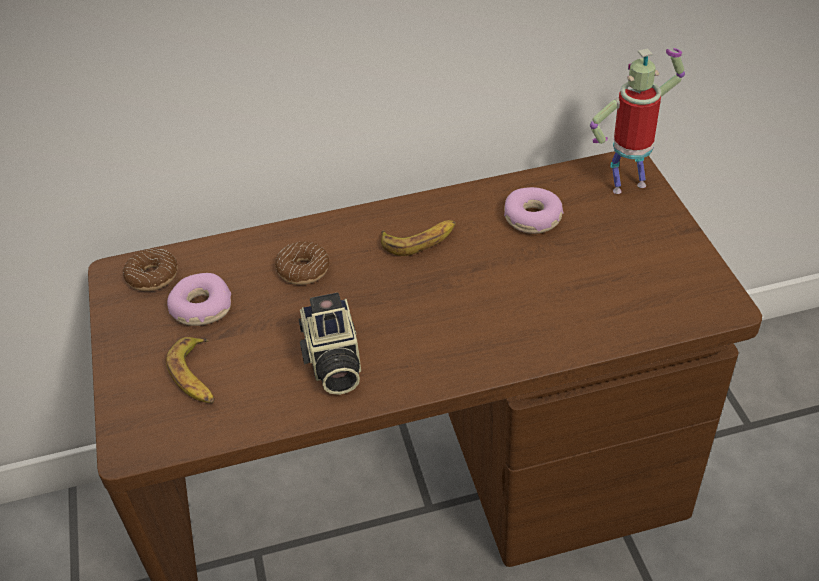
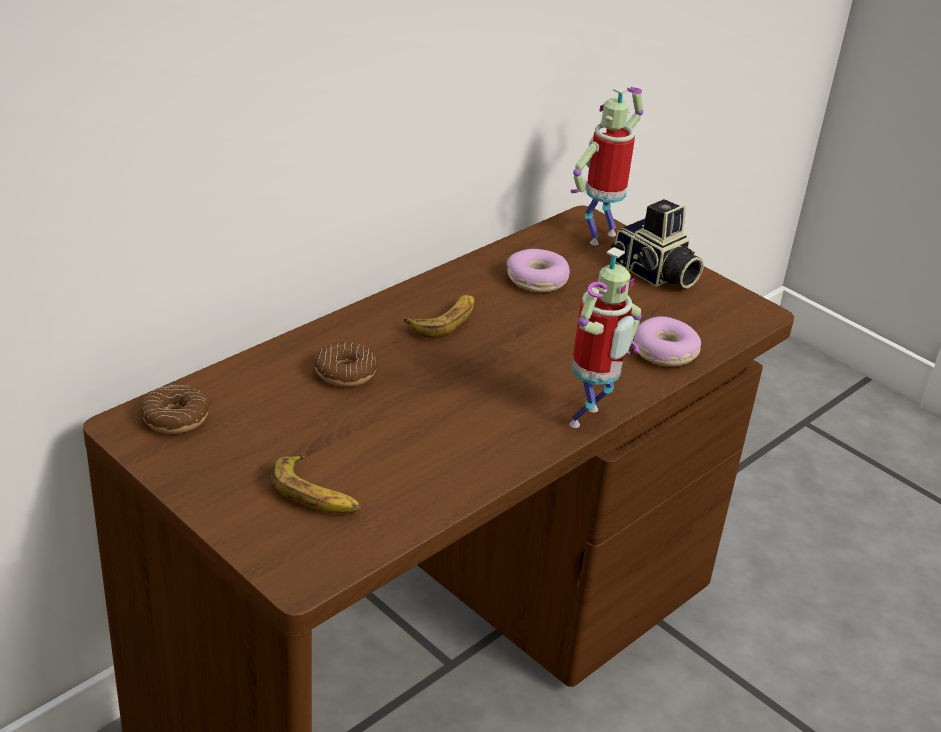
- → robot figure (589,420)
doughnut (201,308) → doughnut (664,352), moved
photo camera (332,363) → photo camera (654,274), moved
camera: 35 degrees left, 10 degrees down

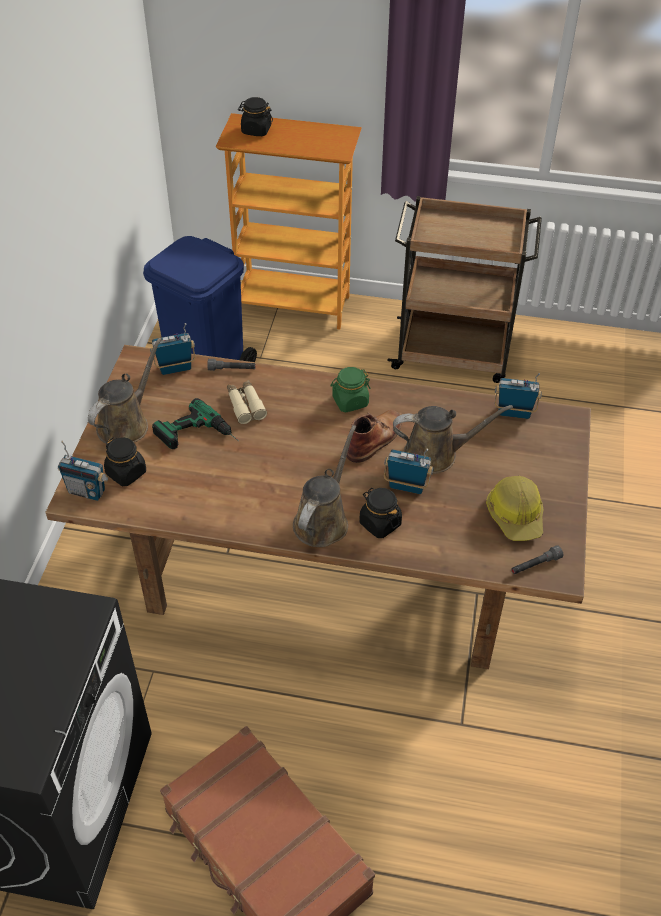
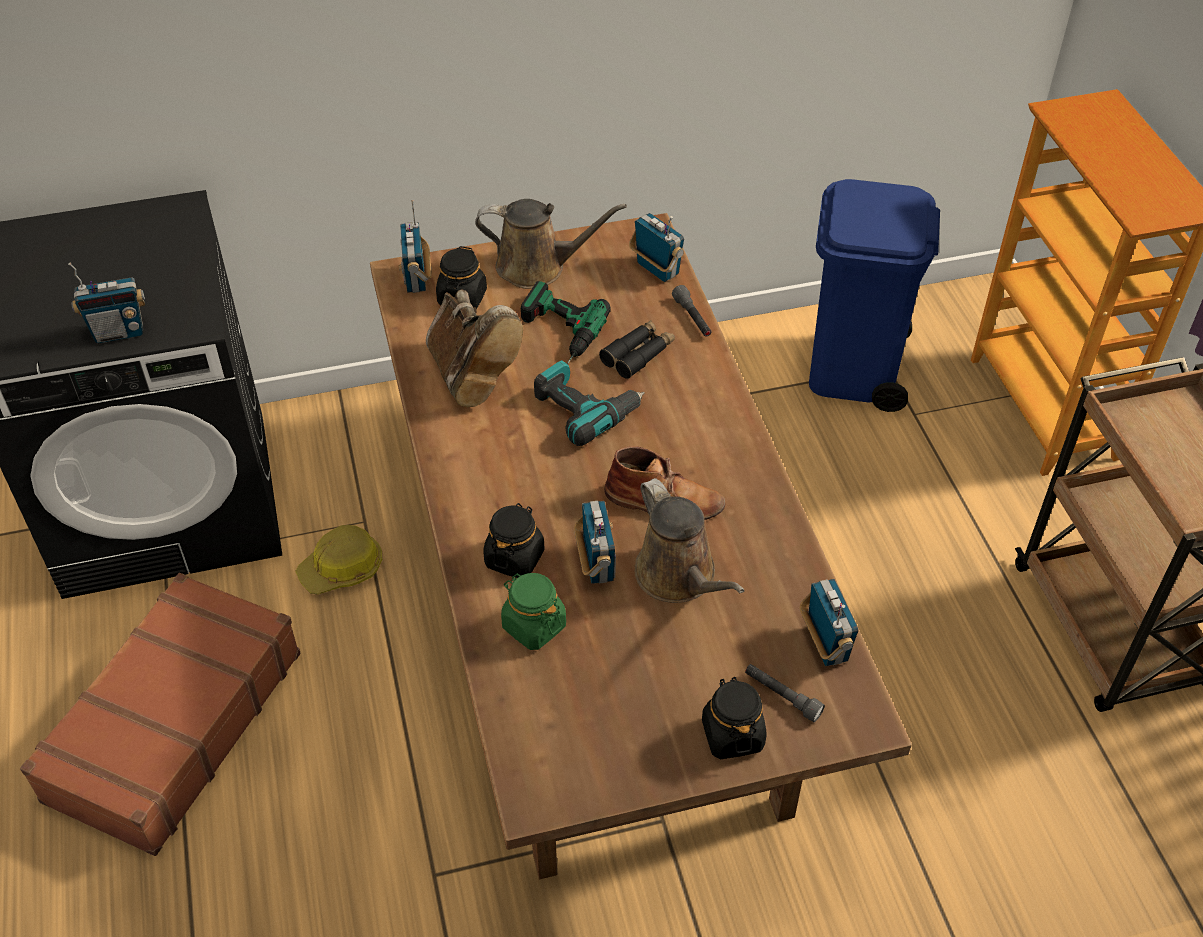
brown sprinkling can (323,520) → -
- → radio set (119,332)
- → brown boot (471,377)
- → power drill (585,409)
black preserve jar (256,130) → black preserve jar (732,735), moved
greenish preserve jar (350,401) → greenish preserve jar (533,626), moved
hard hat (515,515) → hard hat (342,569), moved
grey torch (535,565) → grey torch (782,696), moved
sand-coloured pair of binoculars (245,405) → black pair of binoculars (638,354)
camera: 65 degrees right, 0 degrees up

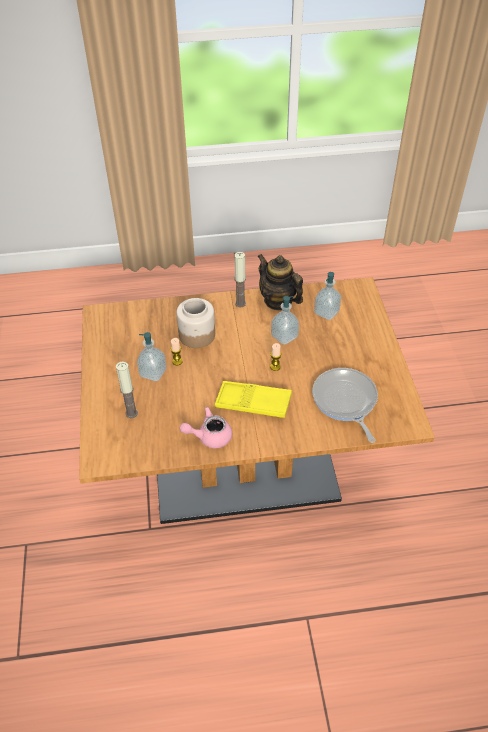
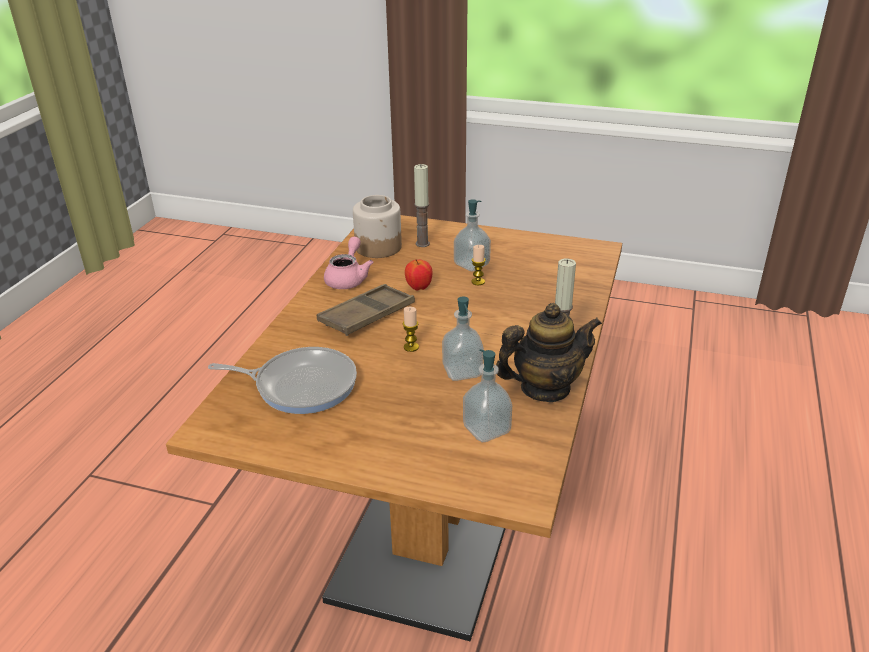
- → apple fruit (419,287)
preserve jar (196,335) → preserve jar (379,247), moved
yellowish carrying tray (253,403) → brown carrying tray (367,315)
camera: 115 degrees right, 15 degrees down

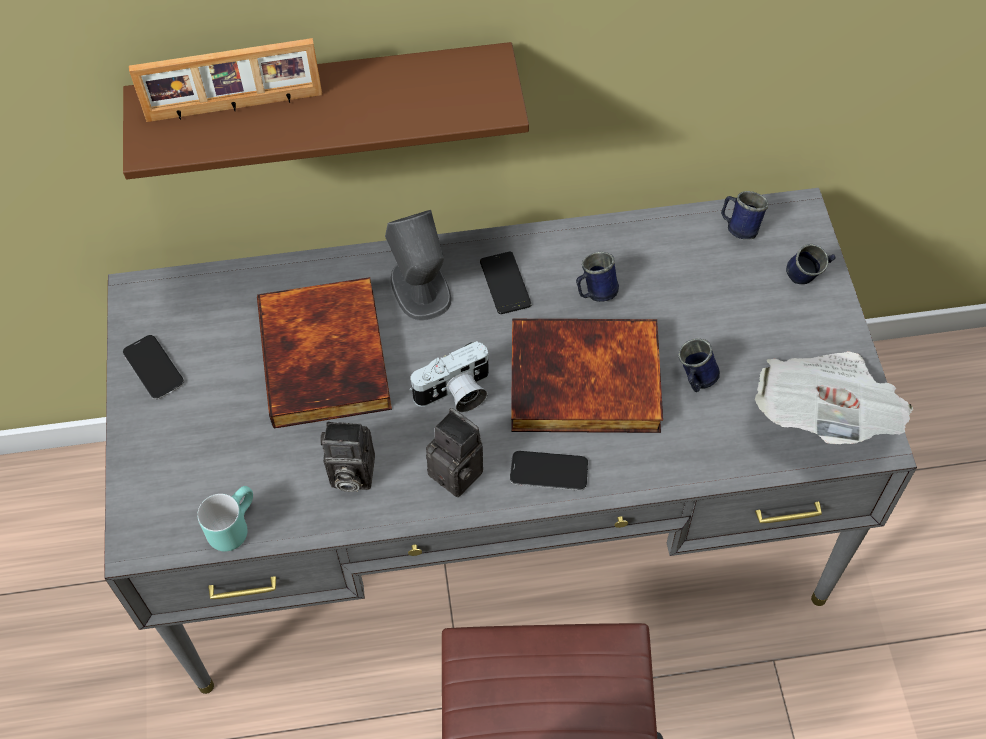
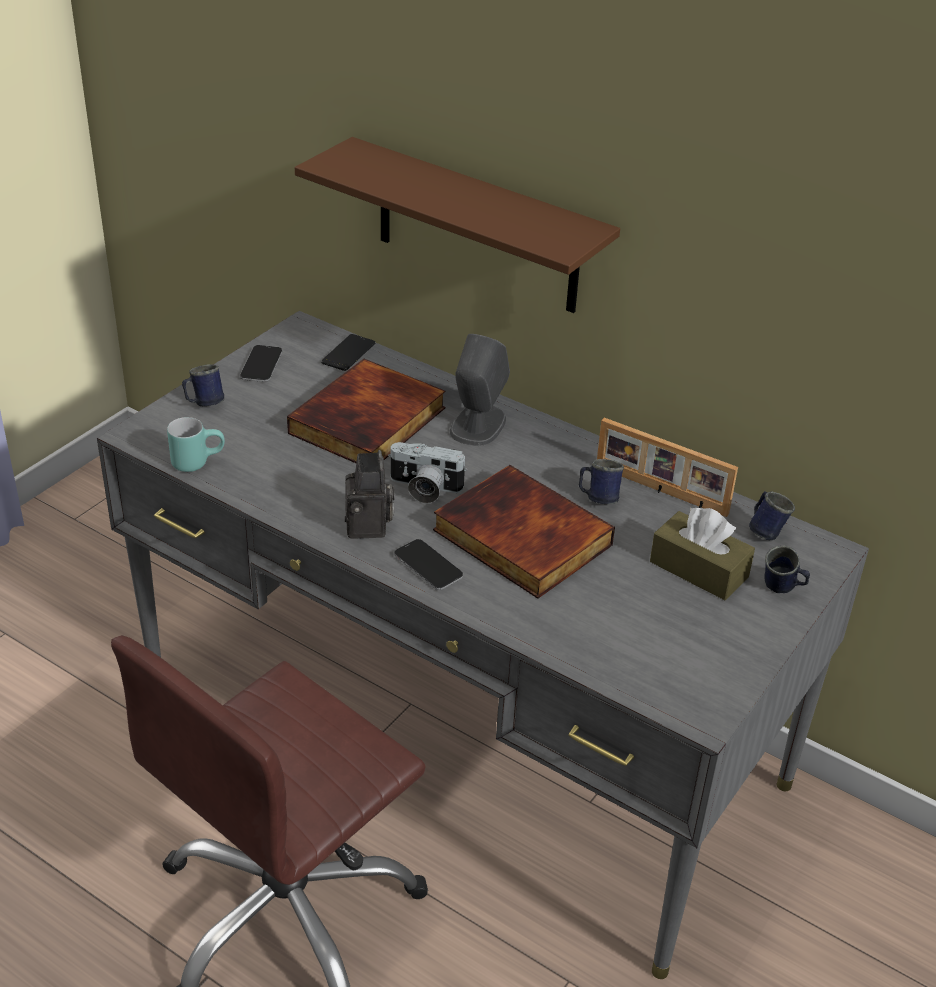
photo camera (349,474) → -
newspaper (824,415) → -
- → brown tissue box (699,569)
standing frame (235,107) → standing frame (660,491), moved
handset (505,283) → handset (348,353), moved
blue-coloured tea mug (695,381) → blue-coloured tea mug (204,403), moved
camera: 40 degrees right, 20 degrees down

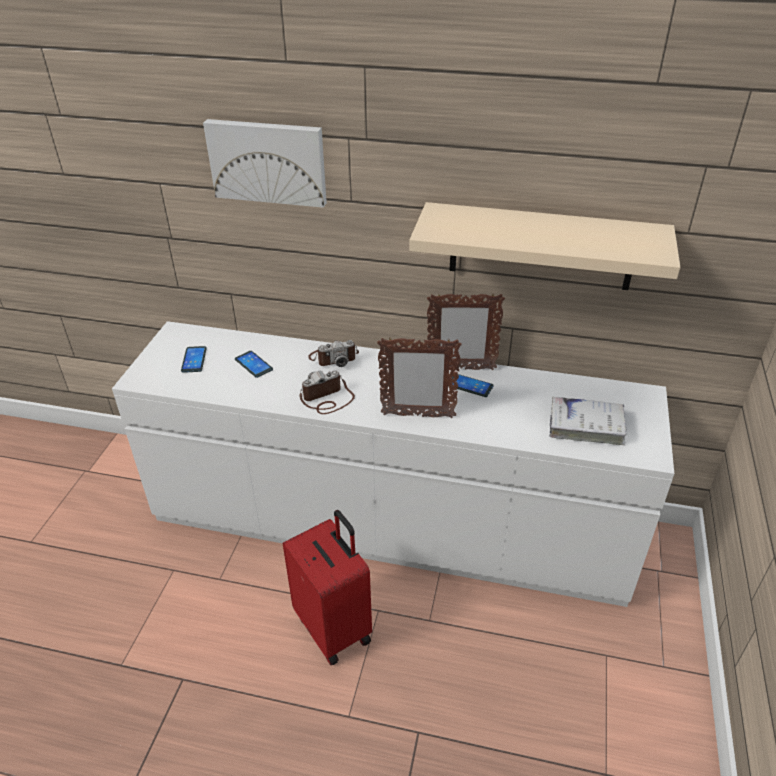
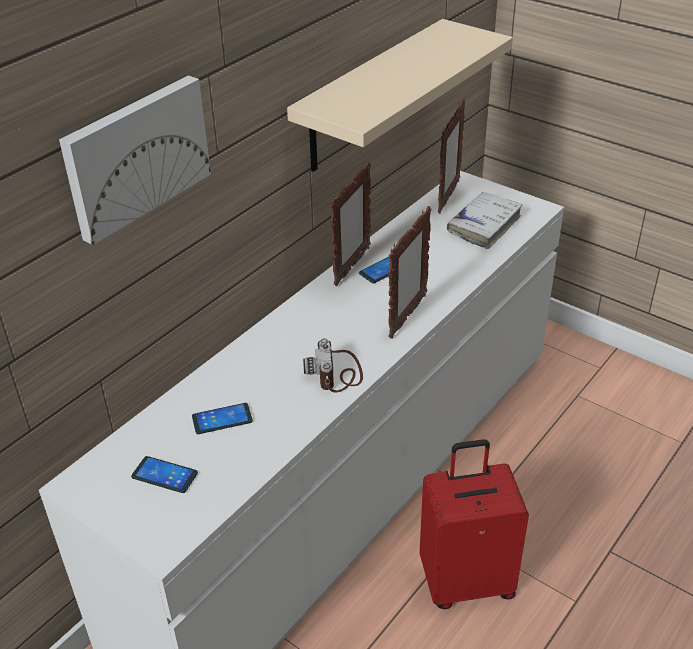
photo camera (334,358) → -
- → standing frame (448,197)
camera: 65 degrees left, 0 degrees up

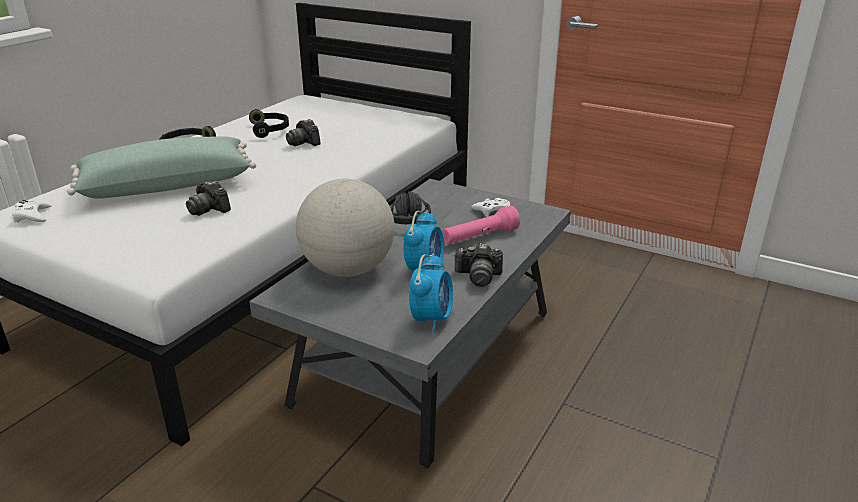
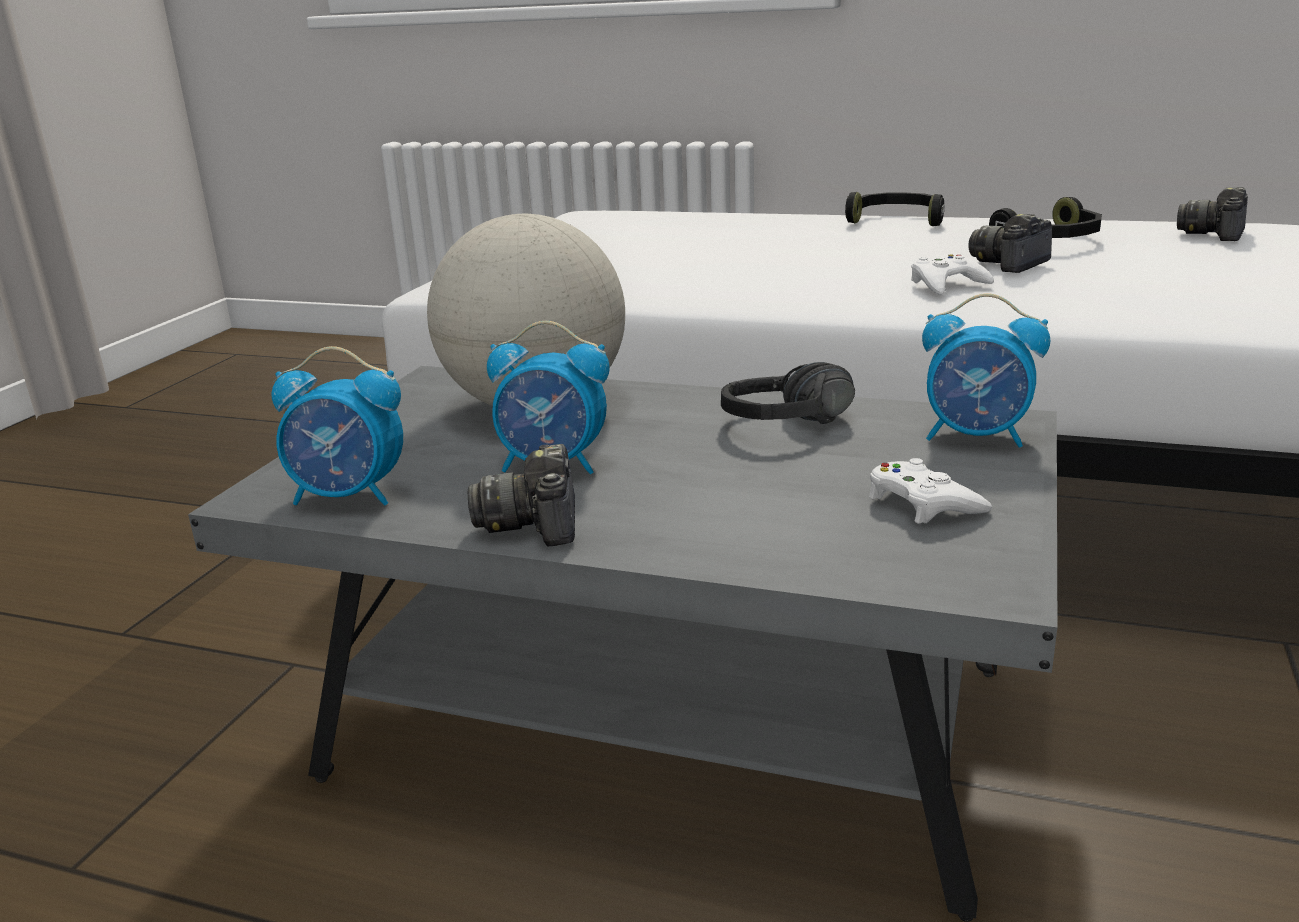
greenish pillow (167,185) → -
pinkish torch (479,237) → -
- → alarm clock (976,437)
whitish game controller (32,216) → whitish game controller (947,284), moved
photo camera (209,209) → photo camera (1215,234), moved
camera: 80 degrees right, 5 degrees down

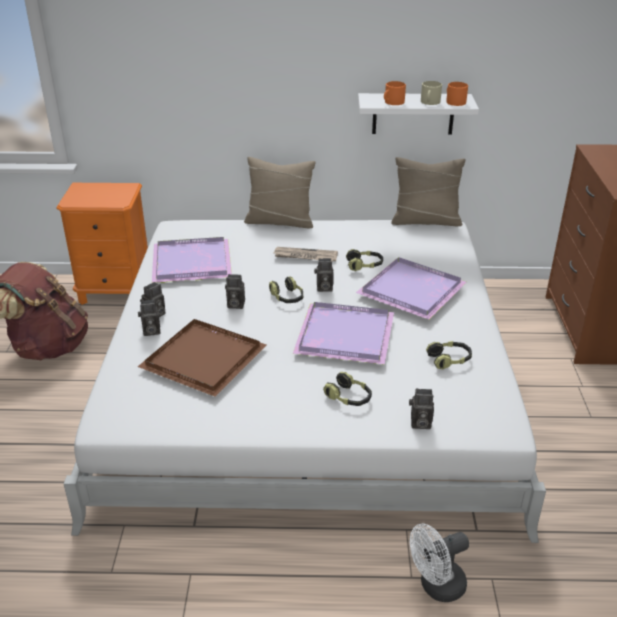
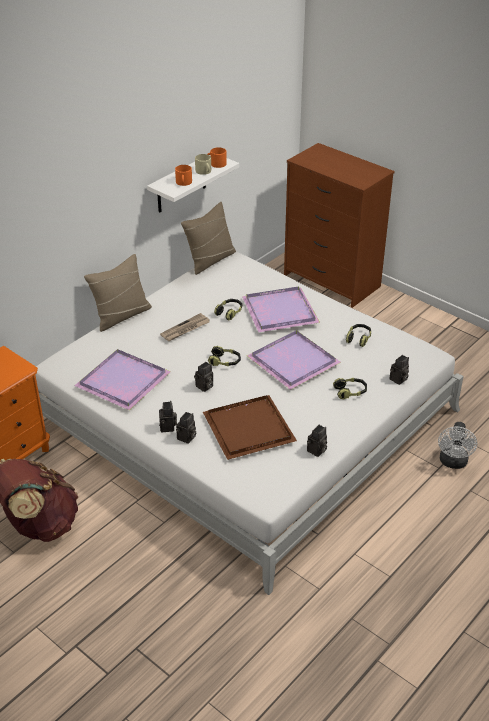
photo camera (323,288) → photo camera (316,451), moved
camera: 50 degrees left, 5 degrees up

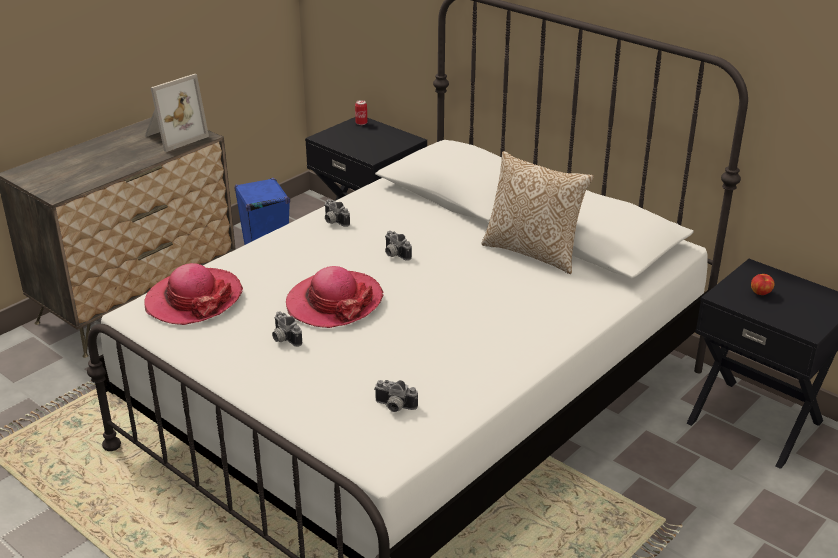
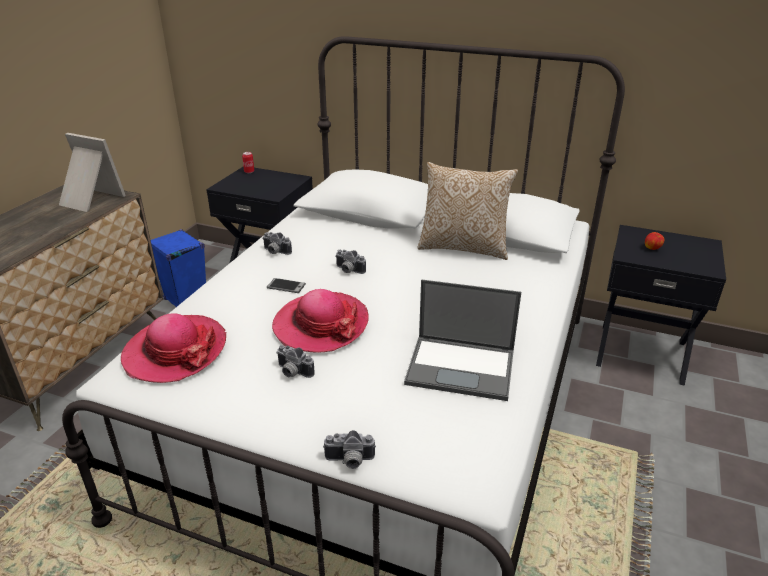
- → handset (286,286)
- → notebook computer (462,367)
photo camera (394,407) → photo camera (349,461), moved
standing frame (173,137) → standing frame (89,200), 90 degrees counterclockwise
camera: 20 degrees left, 0 degrees up

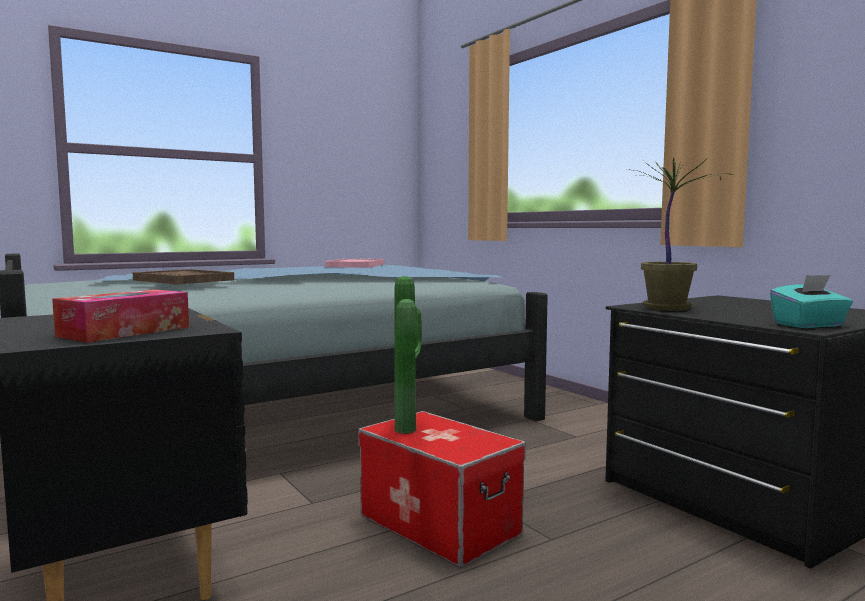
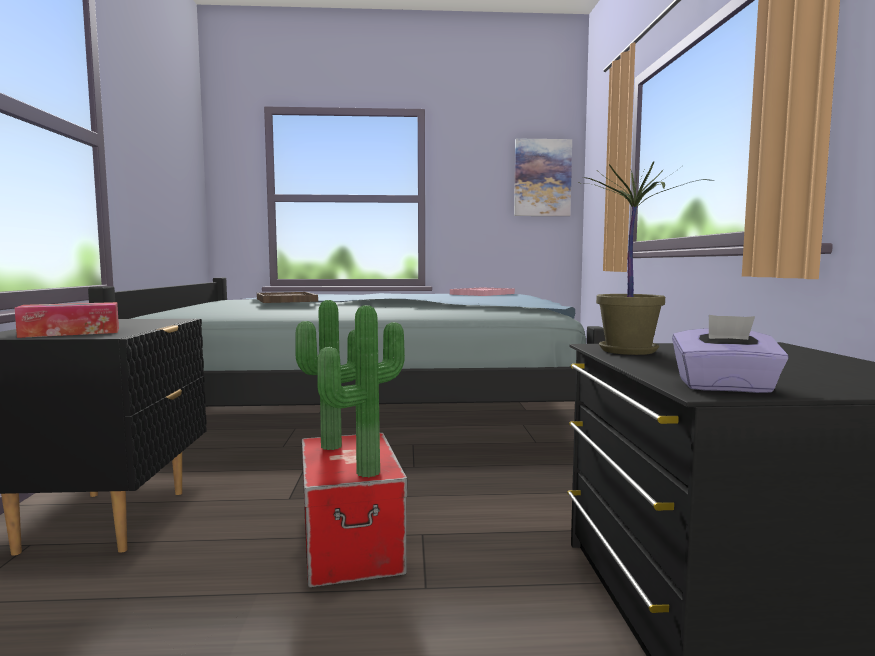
- → potted plant (364,472)
- → picture (542,178)
turquoise-coloured tissue box (809,325) → purple tissue box (725,387)
camera: 30 degrees right, 0 degrees up

